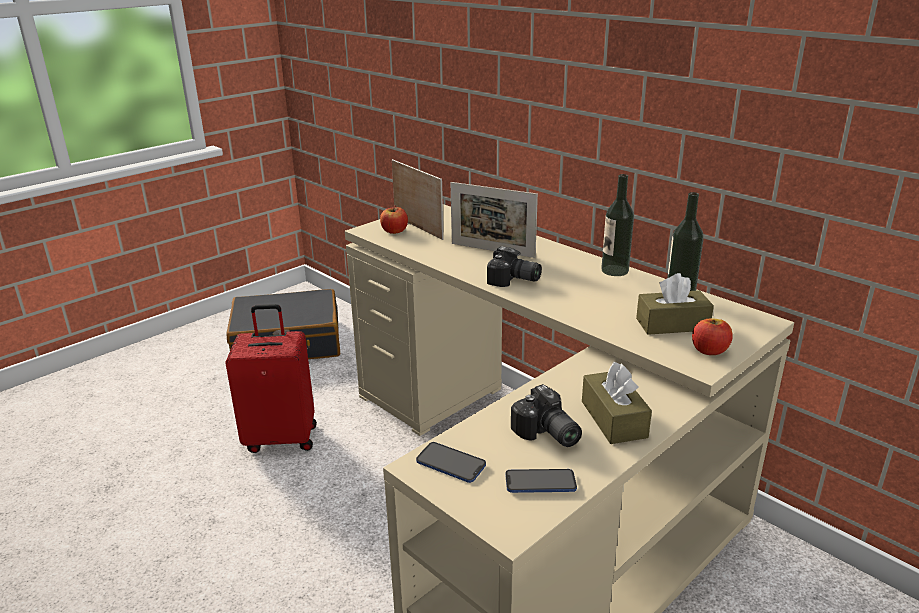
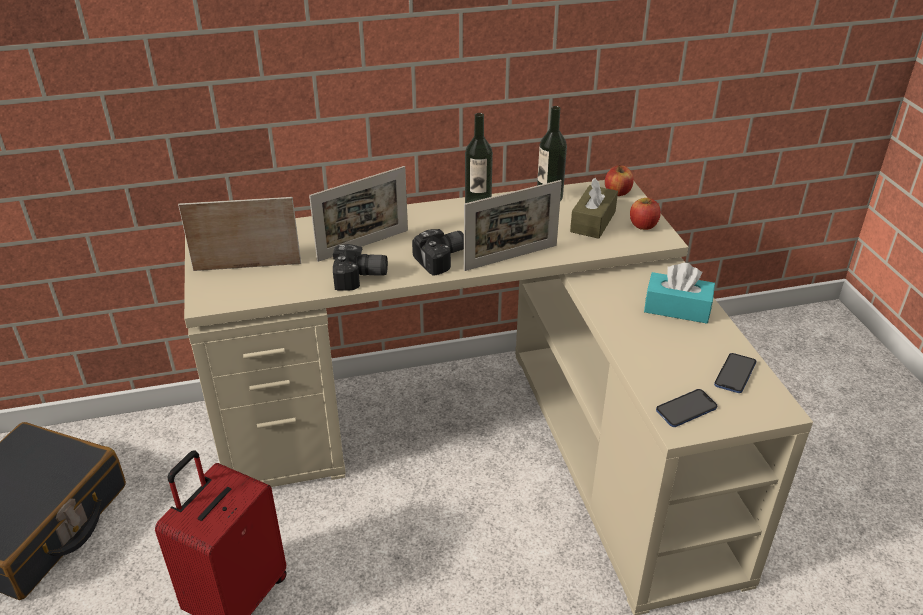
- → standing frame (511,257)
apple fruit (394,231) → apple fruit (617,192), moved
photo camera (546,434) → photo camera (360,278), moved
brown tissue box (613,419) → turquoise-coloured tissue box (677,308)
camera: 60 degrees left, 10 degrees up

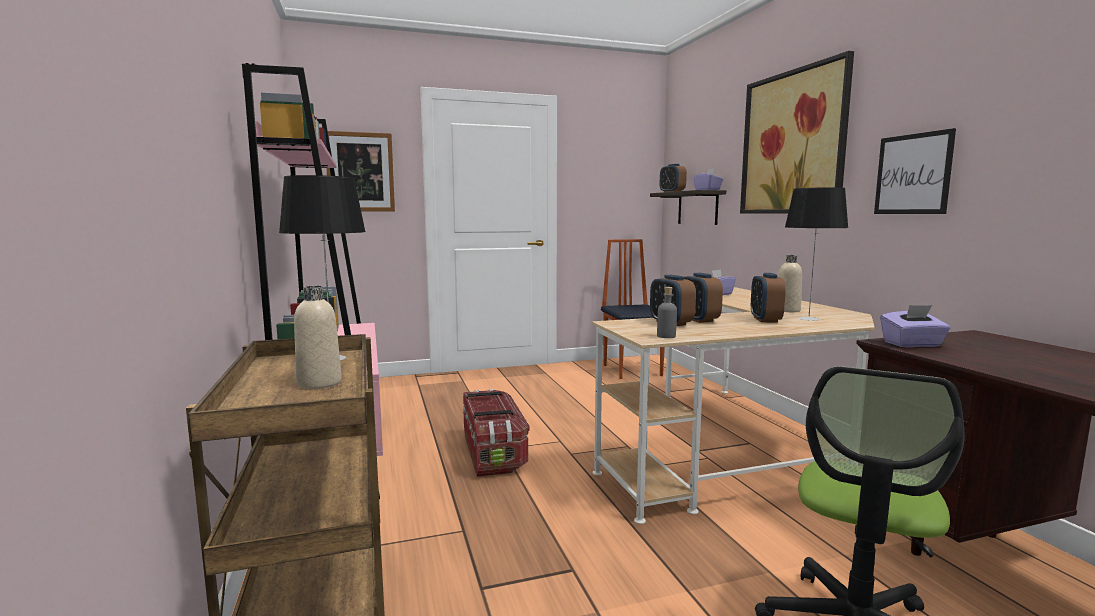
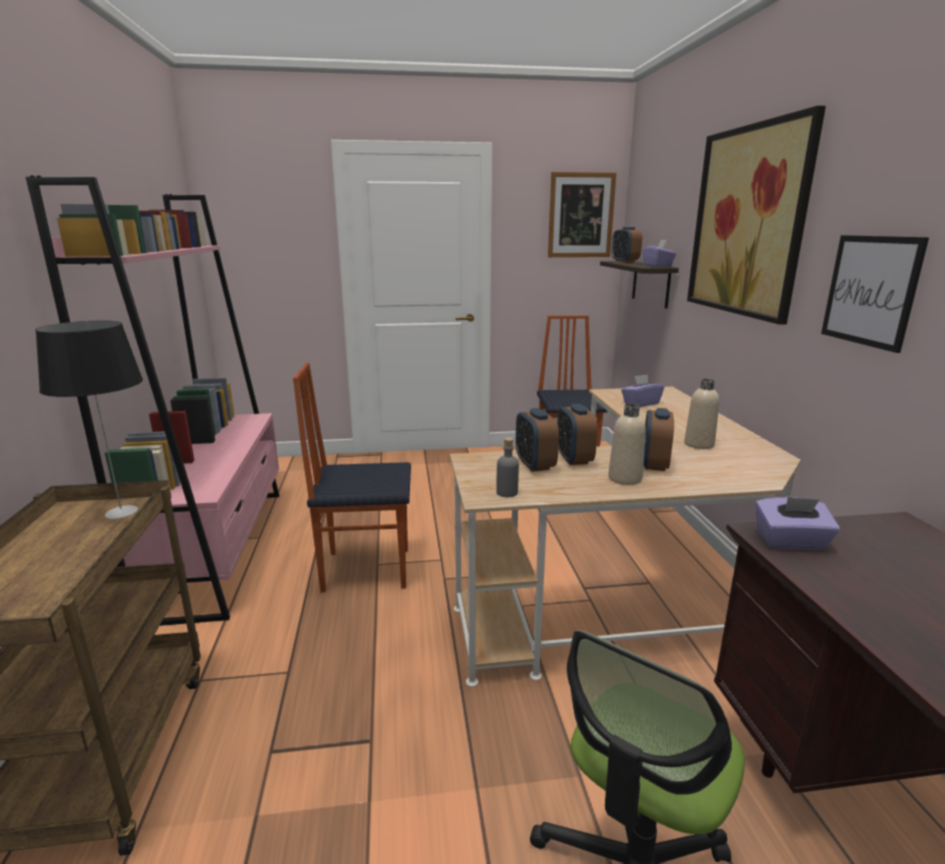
table lamp (808,318) → -
sand-coloured drink bottle (319,383) → sand-coloured drink bottle (625,478), moved
picture (360,172) → picture (581,215), moved
storage container (493,452) → plain chair (365,569)
camera: 10 degrees right, 10 degrees up

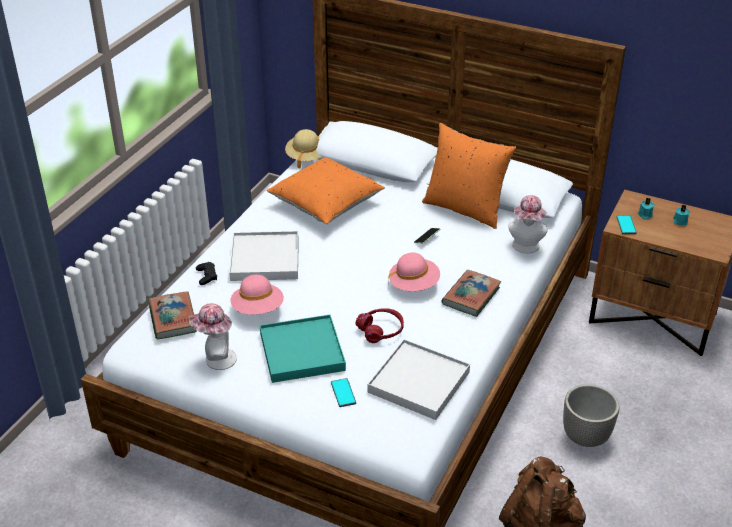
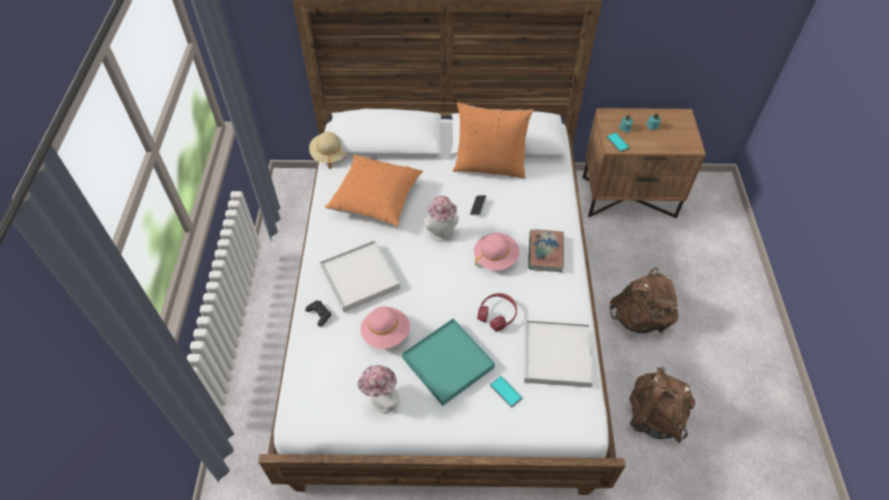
bound book (173,318) → -
wearable hat (525,247) → wearable hat (442,235), moved
planter (586,437) → brown backpack (640,319)
camera: 25 degrees left, 15 degrees up

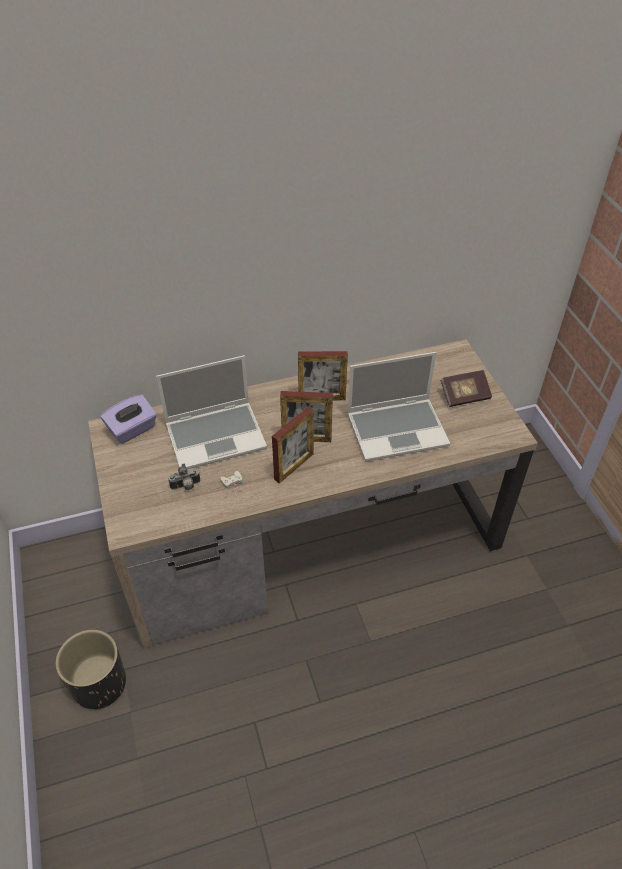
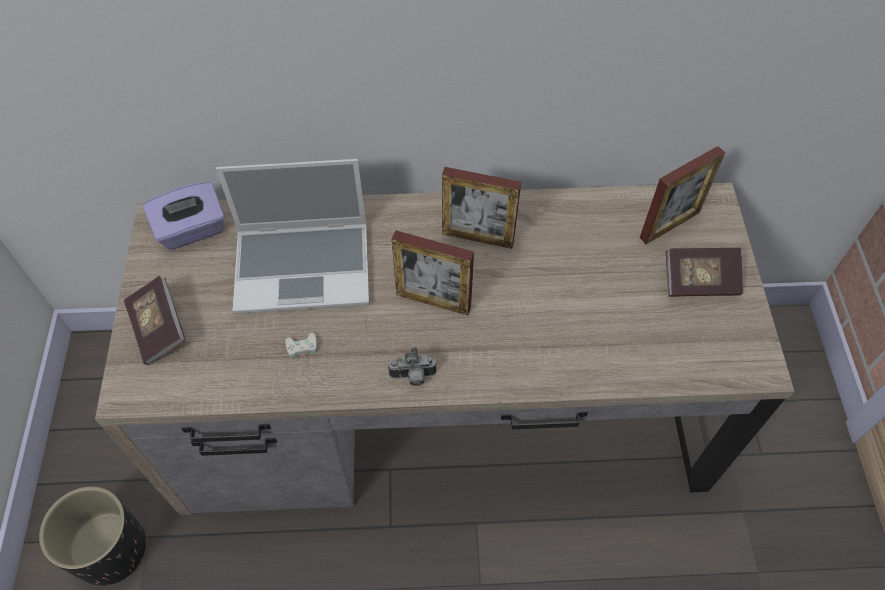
notebook computer (398,429) → -
- → bound book (159,328)
photo camera (186,486) → photo camera (413,377), moved
standing frame (294,466) → standing frame (669,225), moved
camera: 15 degrees right, 10 degrees up

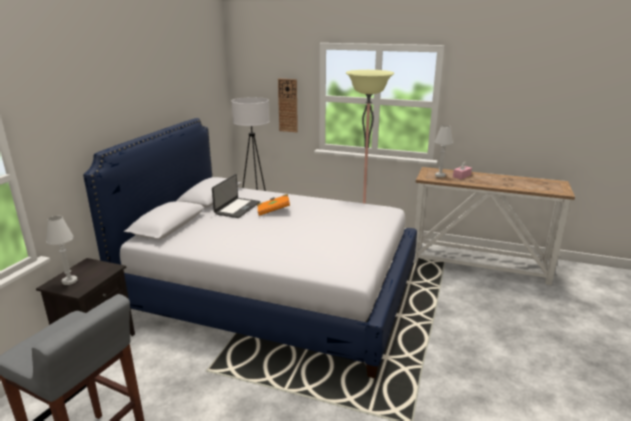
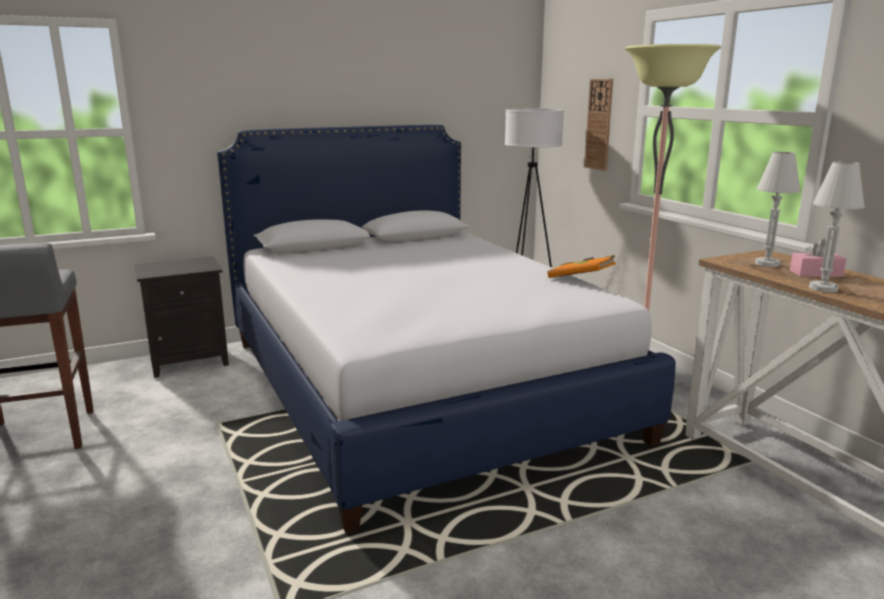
notebook computer (237,208) → -
whitish table lamp (69,281) → whitish table lamp (823,288), moved
orange-coloured bound book (273,211) → orange-coloured bound book (581,279), moved
camera: 45 degrees right, 5 degrees down

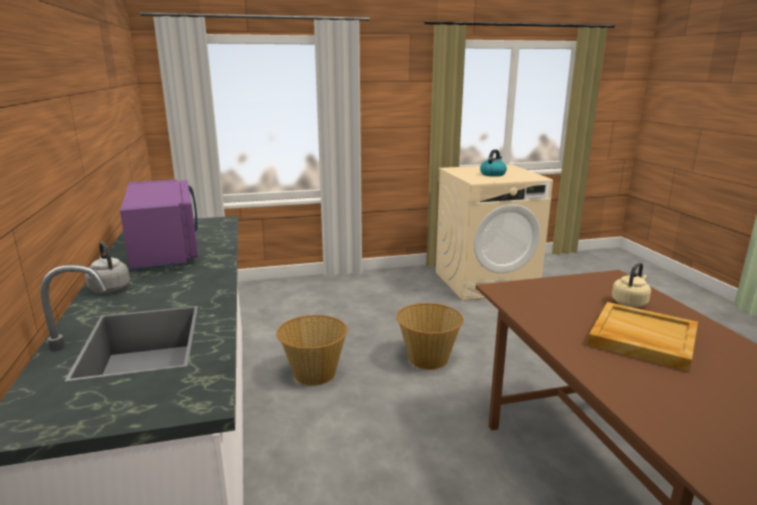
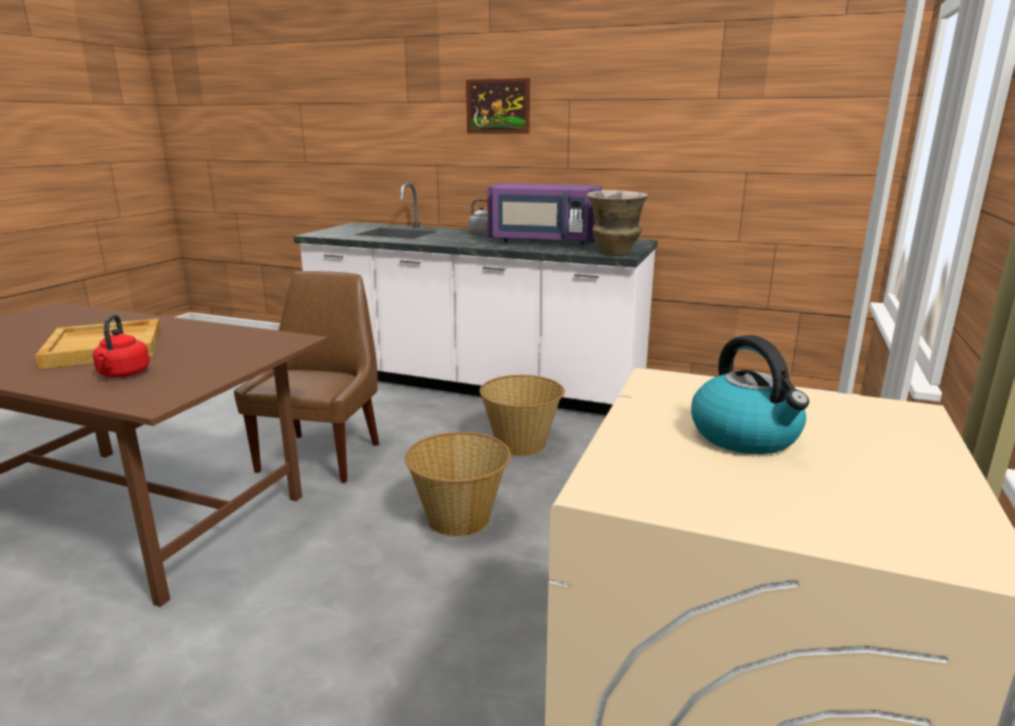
- → brown plain chair (322,455)
- → picture (498,106)
- → decorative vase (615,252)
sand-coloured tea kettle (630,302) → red tea kettle (123,374)
camera: 125 degrees right, 0 degrees up

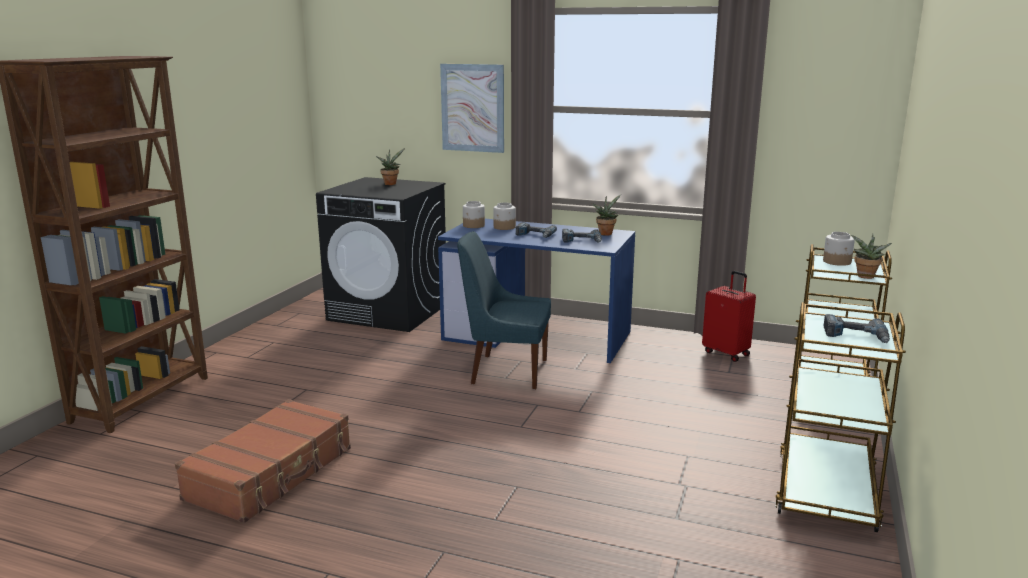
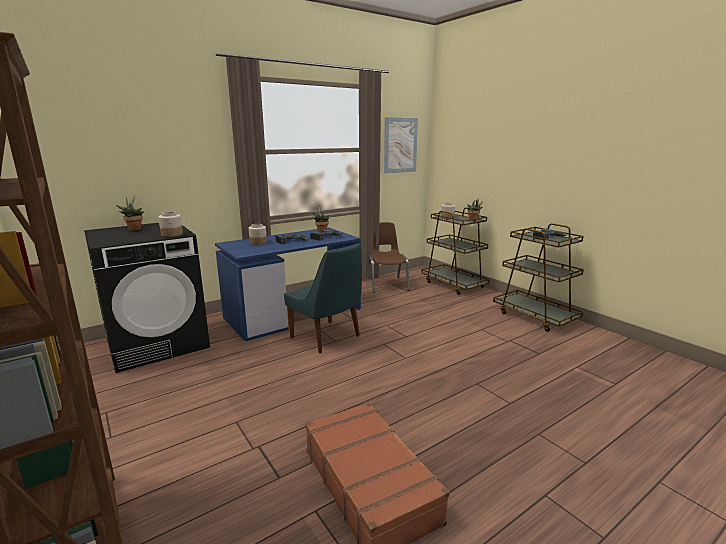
picture (472,108) → picture (400,145), moved
preserve jar (473,225) → preserve jar (172,234), moved
red suitcase (726,353) → brown plain chair (387,284)
blue-coloured plain chair (505,371) → blue-coloured plain chair (327,337), 90 degrees counterclockwise
camera: 55 degrees left, 0 degrees up

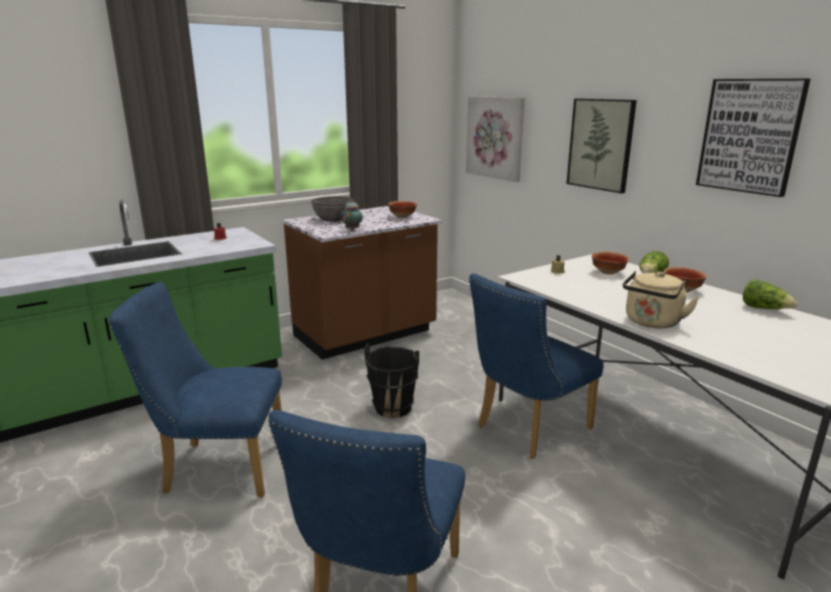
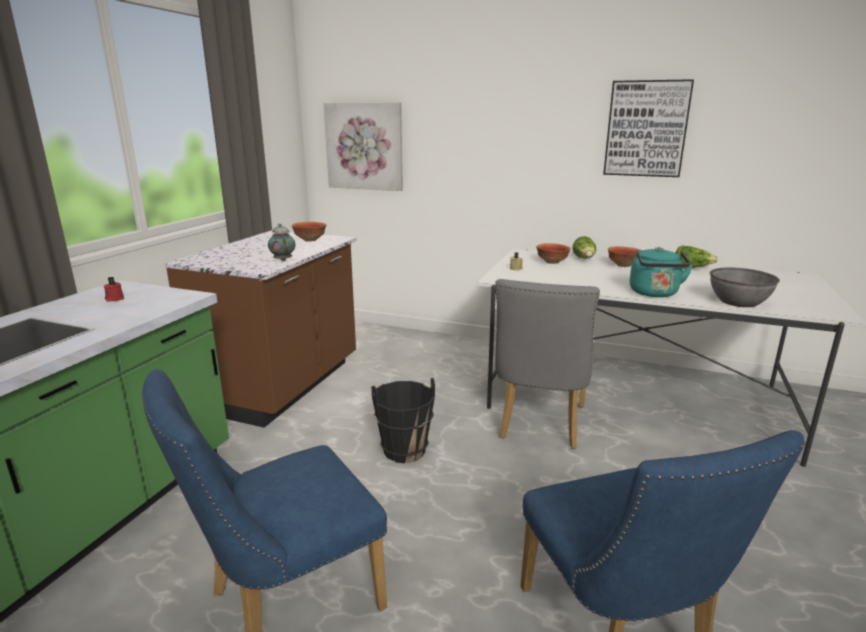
picture (601,144) → -
grey bowl (333,219) → grey bowl (738,302), moved
blue-coloured plain chair (526,429) → grey plain chair (539,425)
sand-coloured tea kettle (651,323) → turquoise-coloured tea kettle (655,293)
camera: 35 degrees left, 0 degrees up

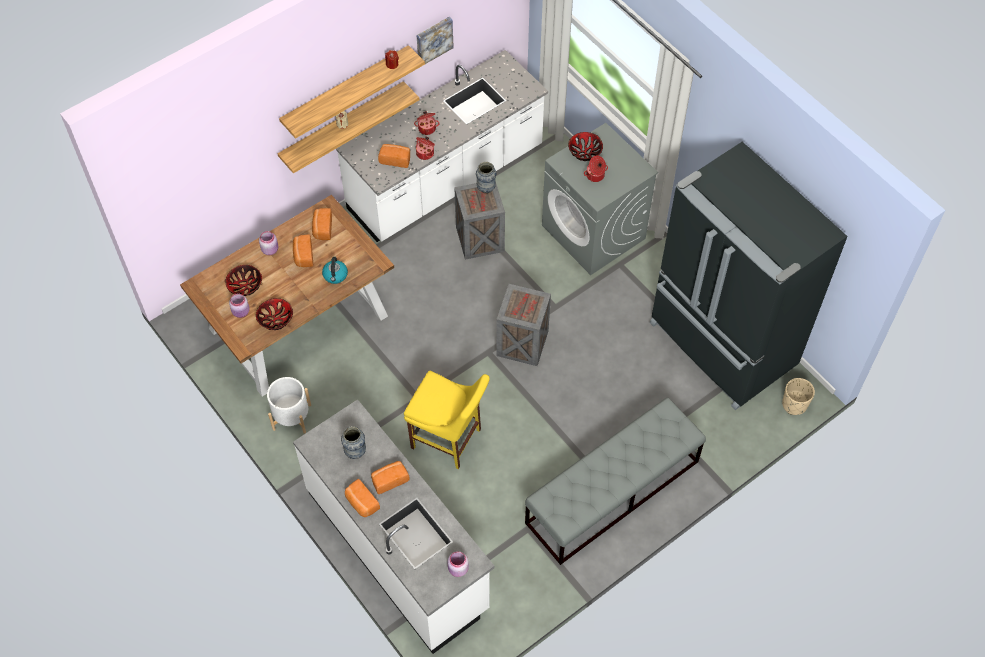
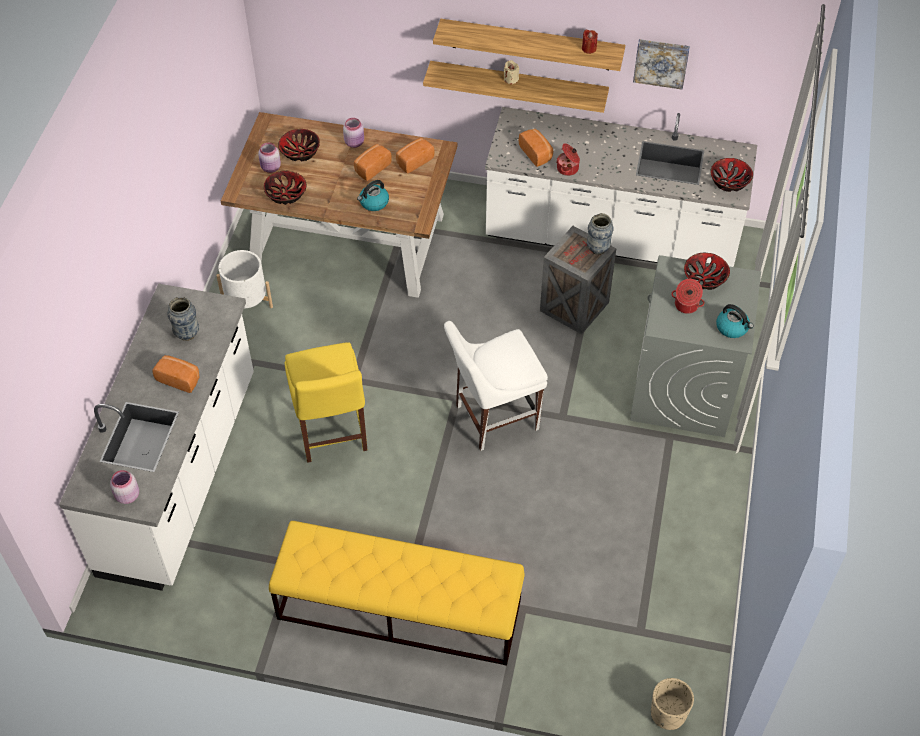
bread (361,503) → -
stockpot (427,128) → -
black kitchen fridge (721,346) → -
- → bowl (729,182)
- → tea kettle (732,328)
crate (521,344) → whitish plain chair (492,418)
grey indoor bench (612,492) → yellowish indoor bench (398,610)
camera: 50 degrees right, 5 degrees down

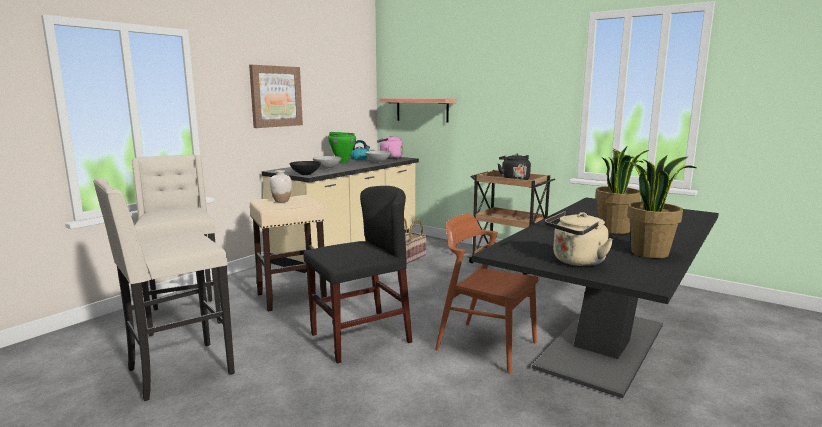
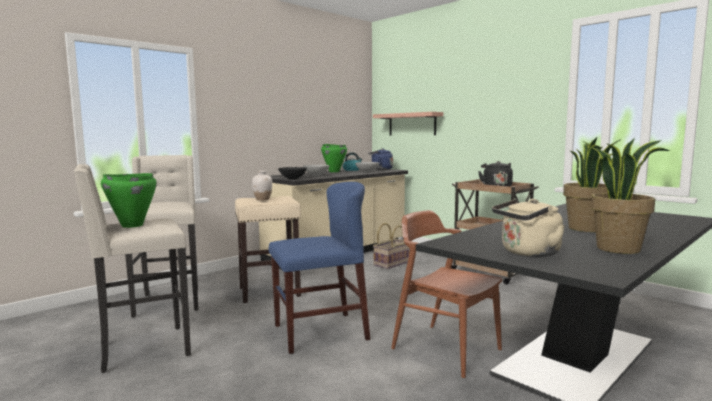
picture (276,96) → -
- → greenish stockpot (131,225)
black plain chair (360,338) → blue-coloured plain chair (320,332)
pinkish tea kettle (389,158) → blue-coloured tea kettle (380,169)
camera: 10 degrees right, 5 degrees down

